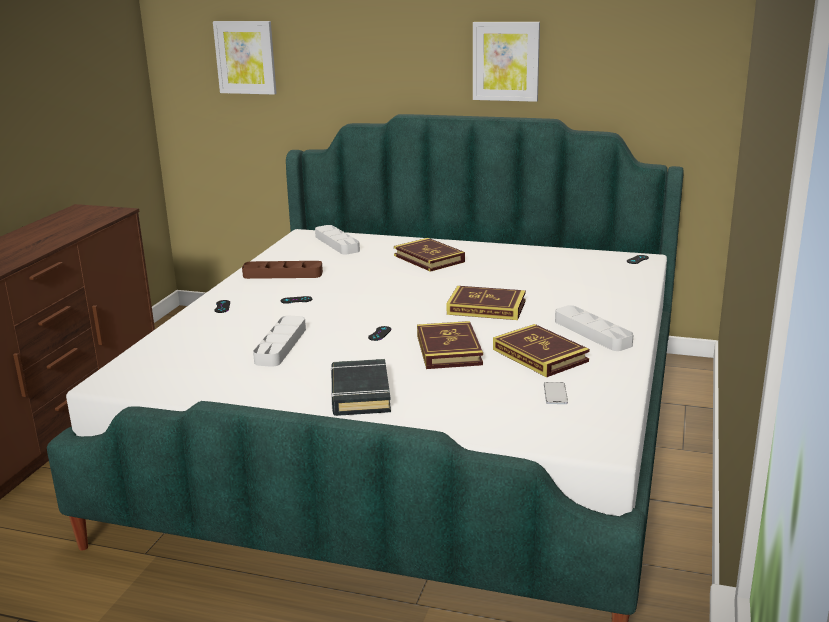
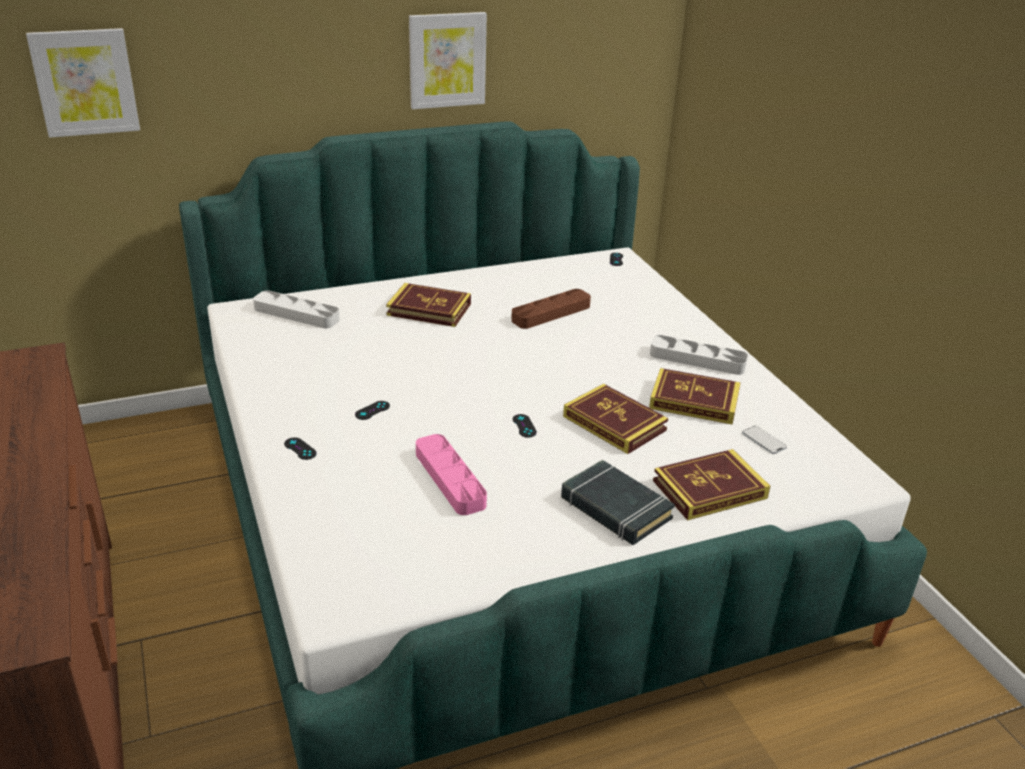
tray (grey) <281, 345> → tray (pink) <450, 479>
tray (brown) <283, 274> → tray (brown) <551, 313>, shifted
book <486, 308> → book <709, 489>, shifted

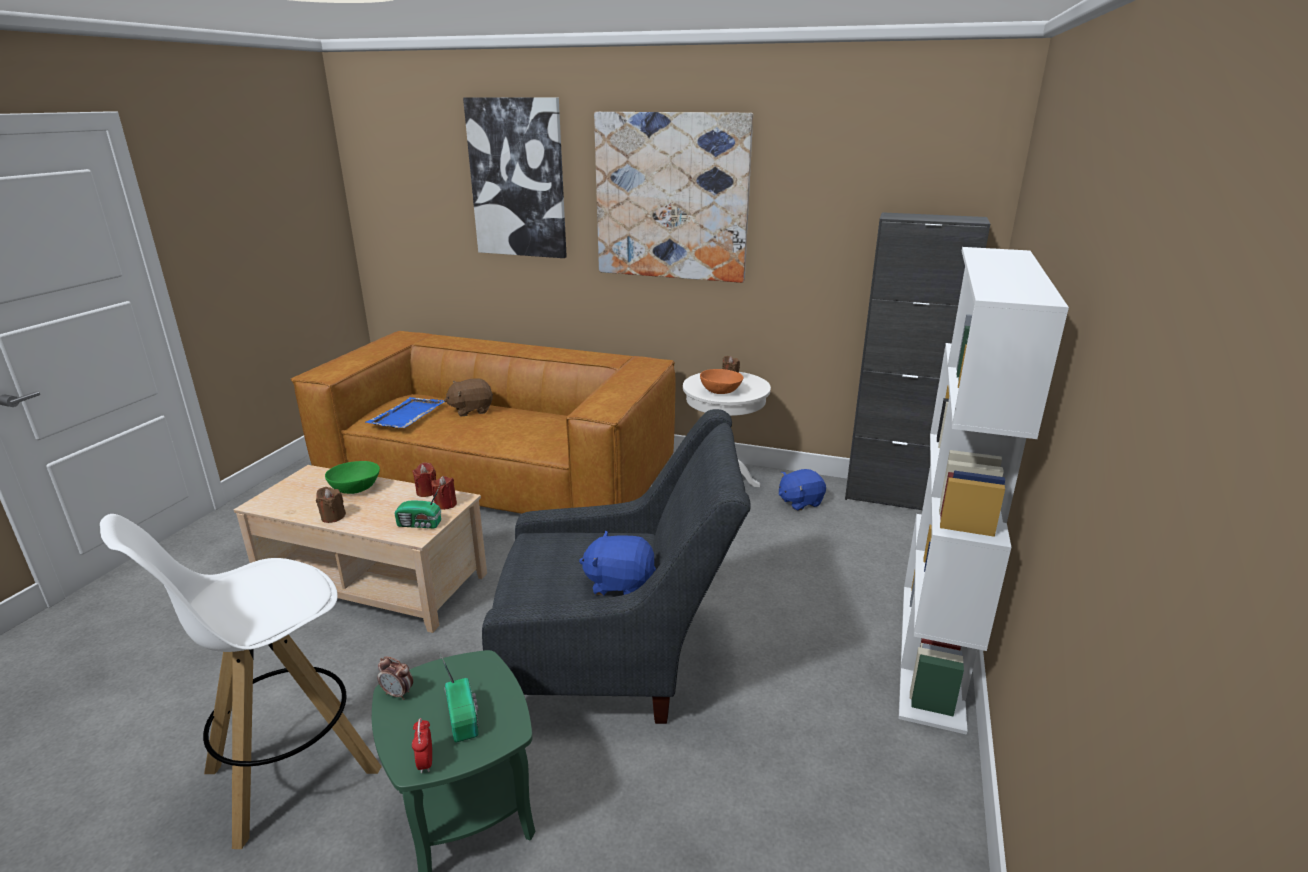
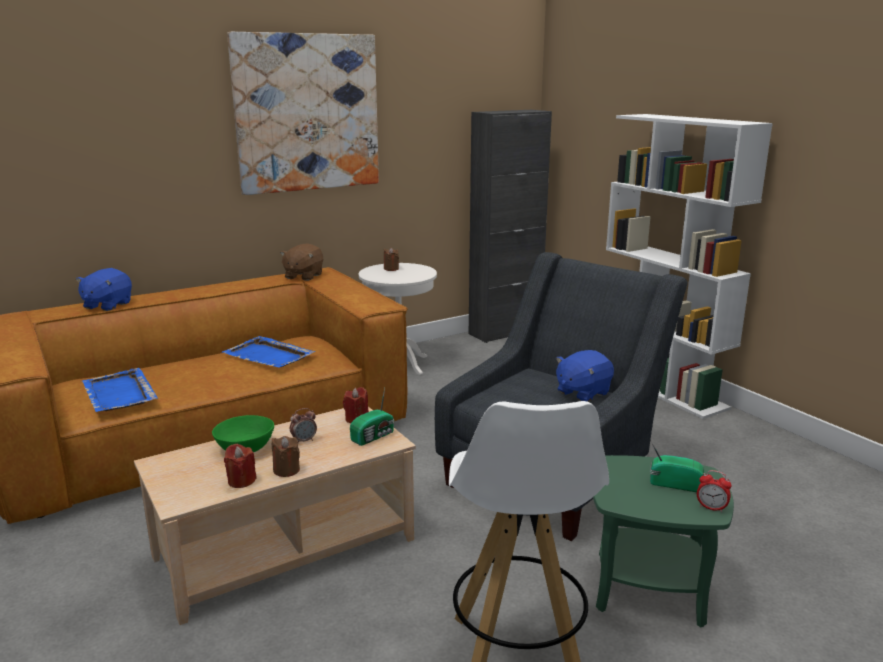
plush toy (blue) <800, 502> → plush toy (blue) <107, 305>, shifted
- → tray (blue) <269, 356>
candle (red) <427, 492> → candle (red) <241, 481>, shifted
plush toy (brown) <471, 410> → plush toy (brown) <303, 276>, shifted
alarm clock <398, 694> → alarm clock <304, 440>, shifted
picture <517, 179> → -
bowl (orange) <720, 391> → -

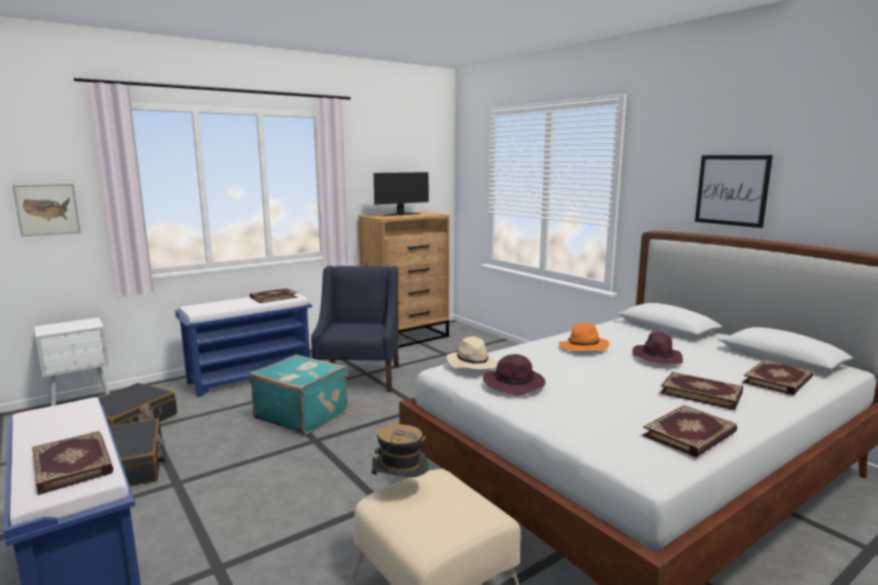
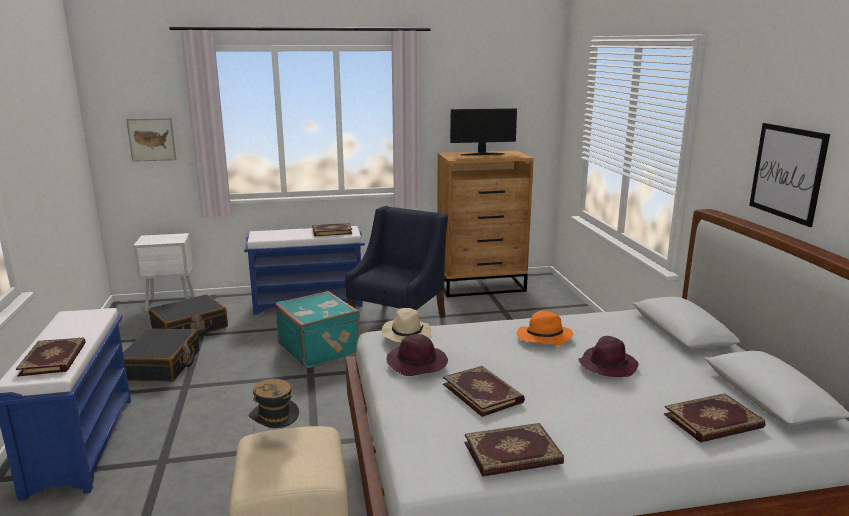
book <701, 392> → book <483, 393>, shifted

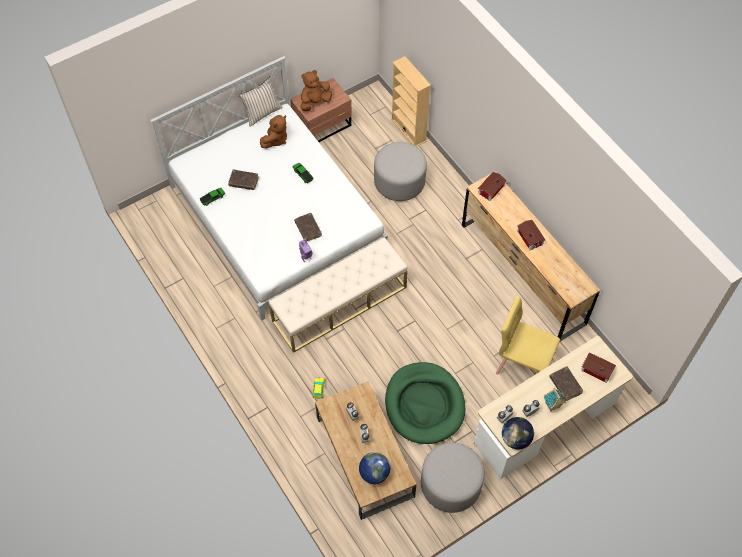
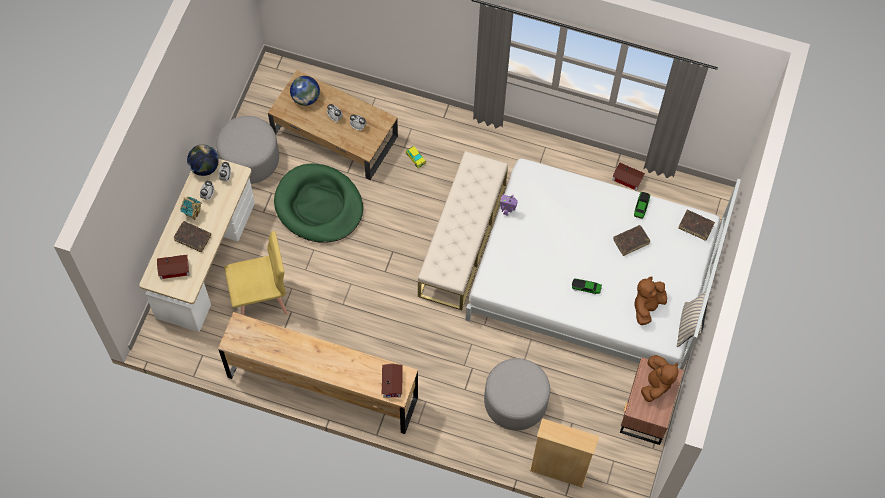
toy house <530, 237> → toy house <628, 180>, shifted
plush toy (brown) <275, 139> → plush toy (brown) <647, 306>, 45 degrees clockwise
book (brown) <308, 229> → book (brown) <696, 226>, shifted

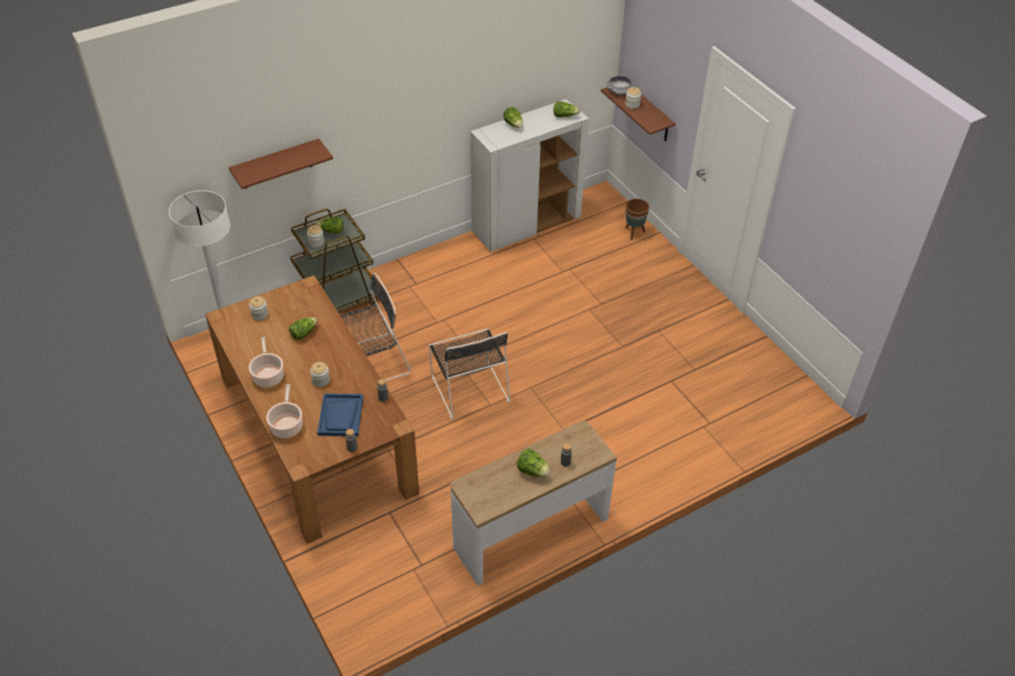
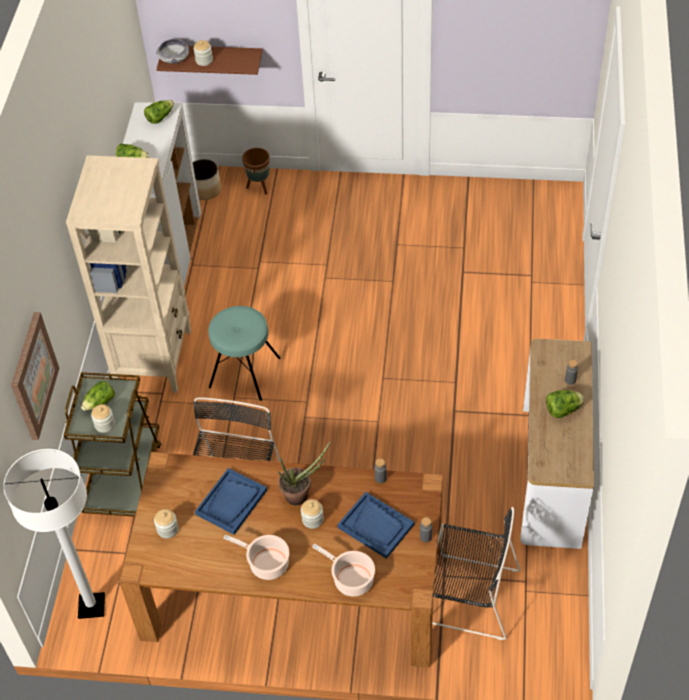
shelf (brown) <276, 164> → picture <32, 376>
- → bookcase (beige) <154, 359>
- → planter <206, 190>
lettuce <303, 333> → tray (blue) <231, 502>
- → stool (turquoise) <245, 372>
- → potted plant <301, 495>
chair (black) <469, 387> → chair (black) <468, 595>, shifted

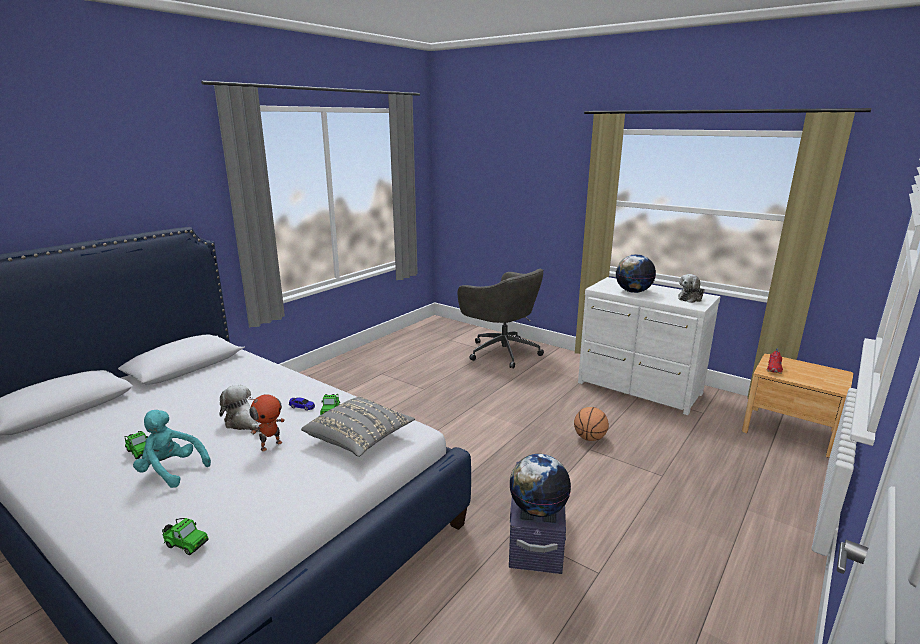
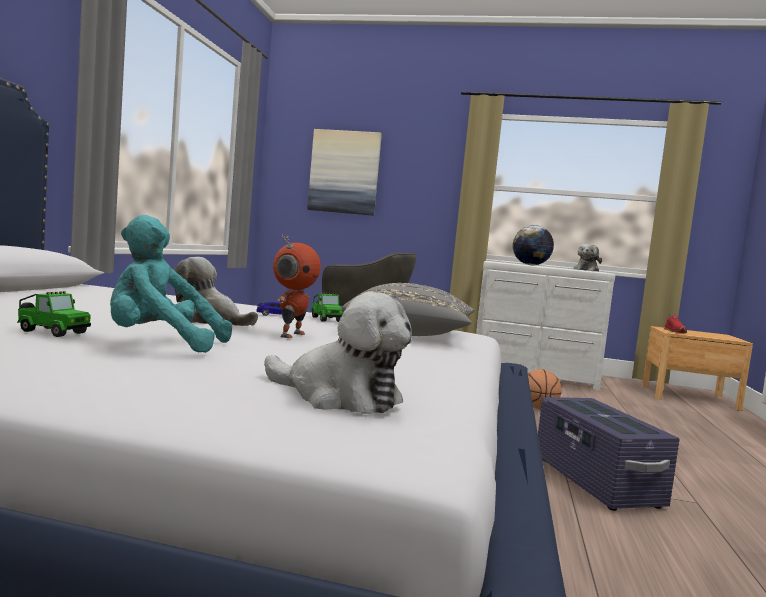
toy car <185, 544> → plush toy <339, 396>
- → picture <344, 172>
globe <538, 509> → -

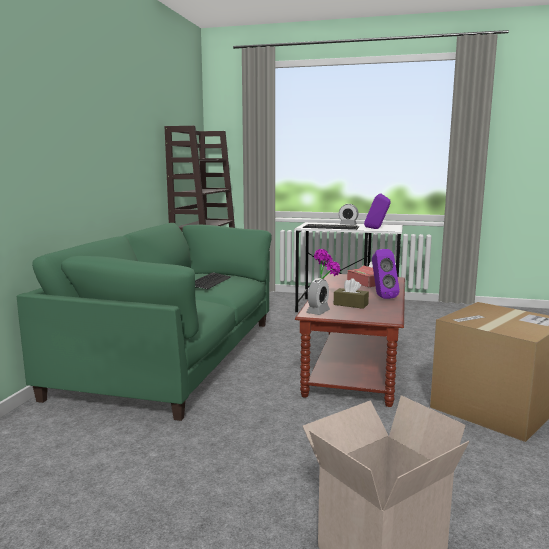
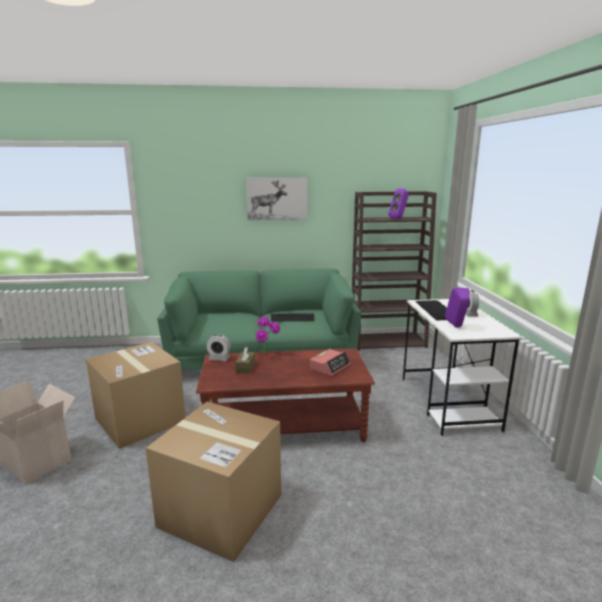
- → cardboard box <140, 420>
- → picture <277, 198>
speaker (purple) <381, 297> → speaker (purple) <398, 218>, shifted

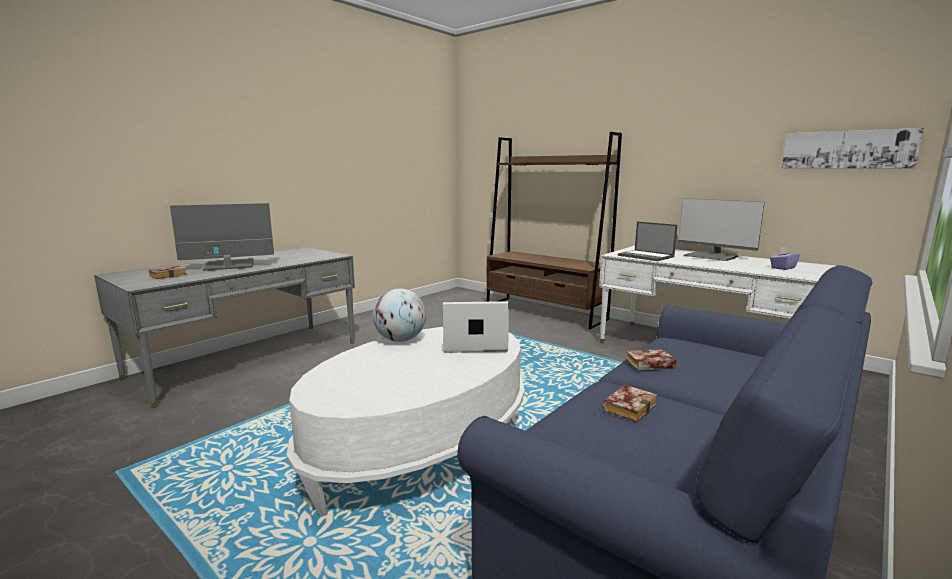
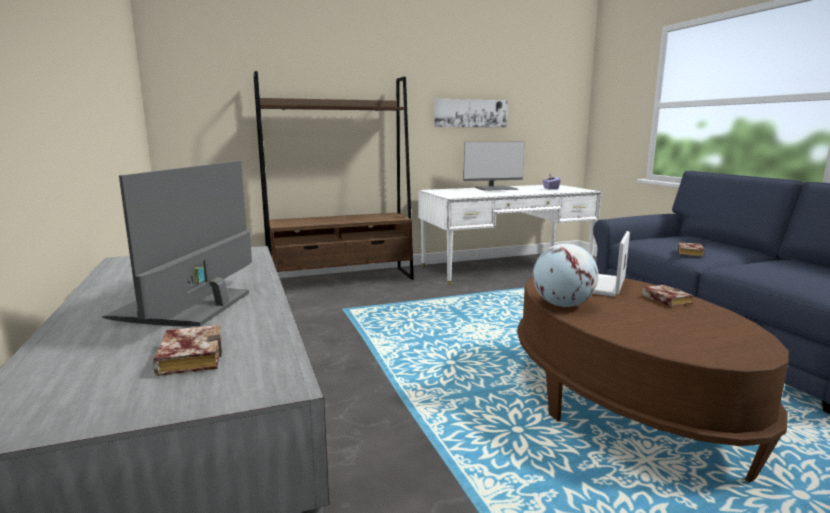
picture <847, 149> → picture <470, 113>, shifted
coffee table (white) <421, 448> → coffee table (brown) <622, 403>
book <629, 407> → book <664, 299>, shifted
laptop <646, 256> → -

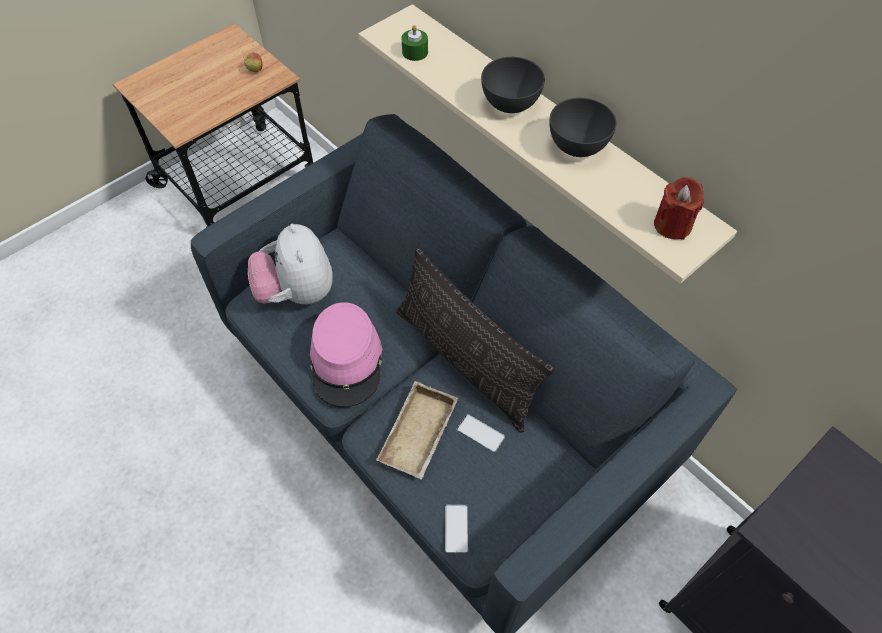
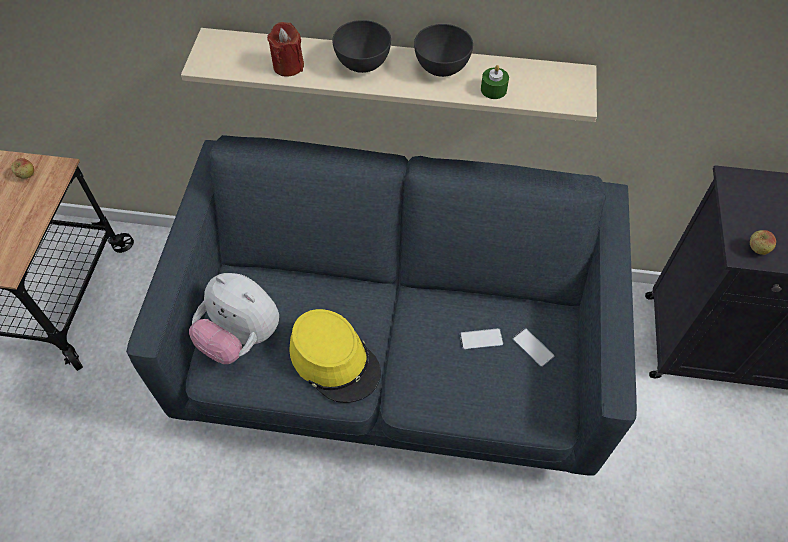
candle (red) <672, 225> → candle (red) <288, 66>, shifted
hat (pink) <347, 360> → hat (yellow) <335, 360>
candle (green) <415, 52> → candle (green) <493, 89>, shifted
phone <456, 528> → phone <533, 347>, shifted
- → apple <756, 250>
tray (beige) <420, 435> → -
pillow <465, 361> → -

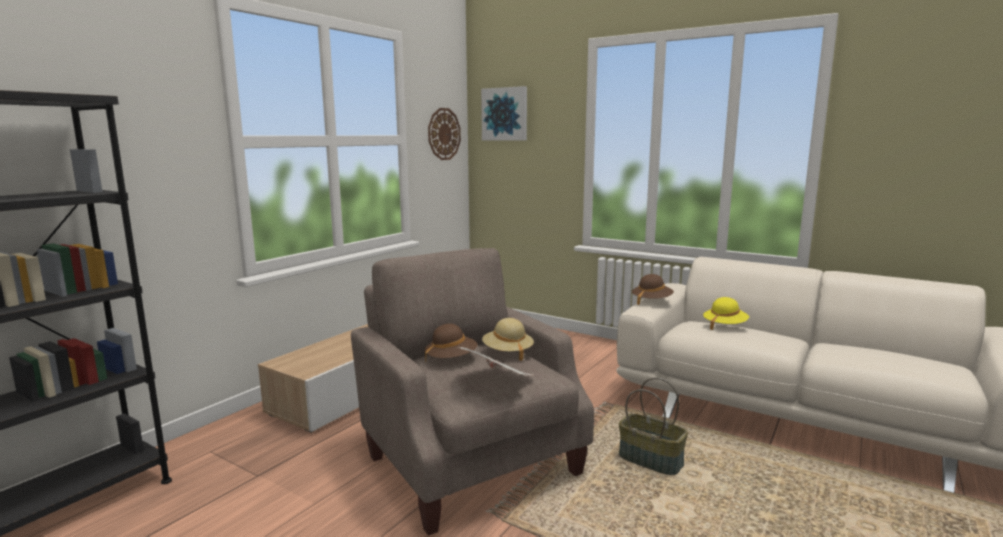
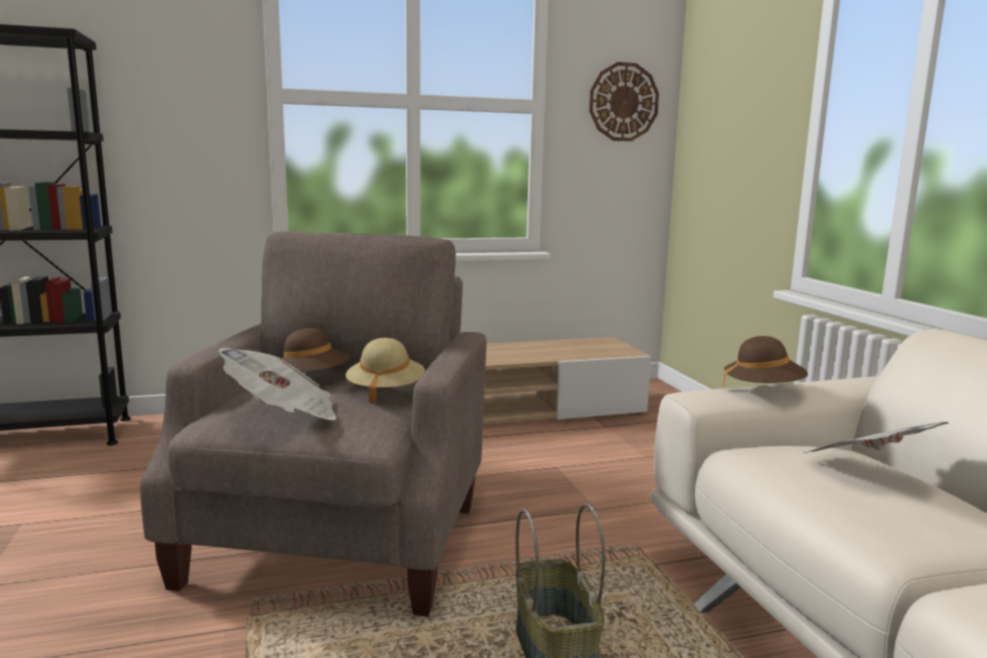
hat (yellow) <724, 326> → newspaper <867, 469>
picture <505, 114> → -

